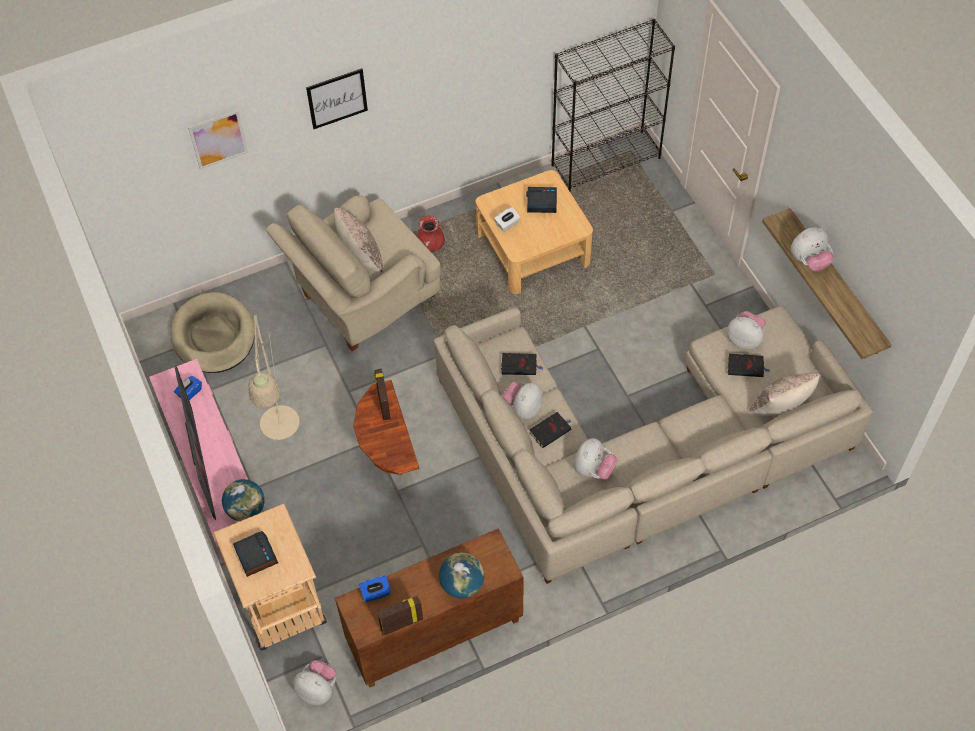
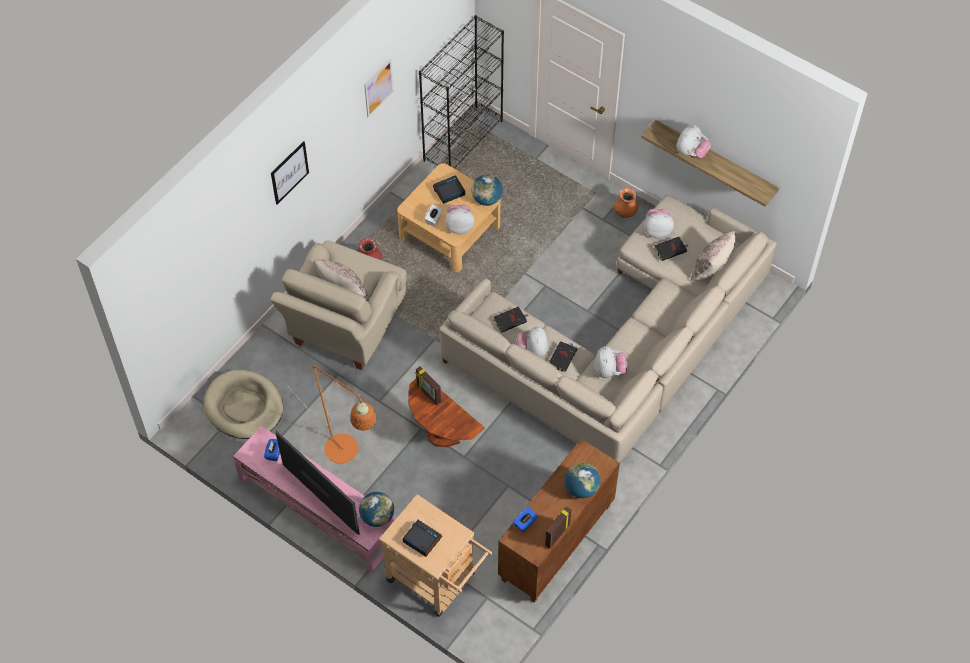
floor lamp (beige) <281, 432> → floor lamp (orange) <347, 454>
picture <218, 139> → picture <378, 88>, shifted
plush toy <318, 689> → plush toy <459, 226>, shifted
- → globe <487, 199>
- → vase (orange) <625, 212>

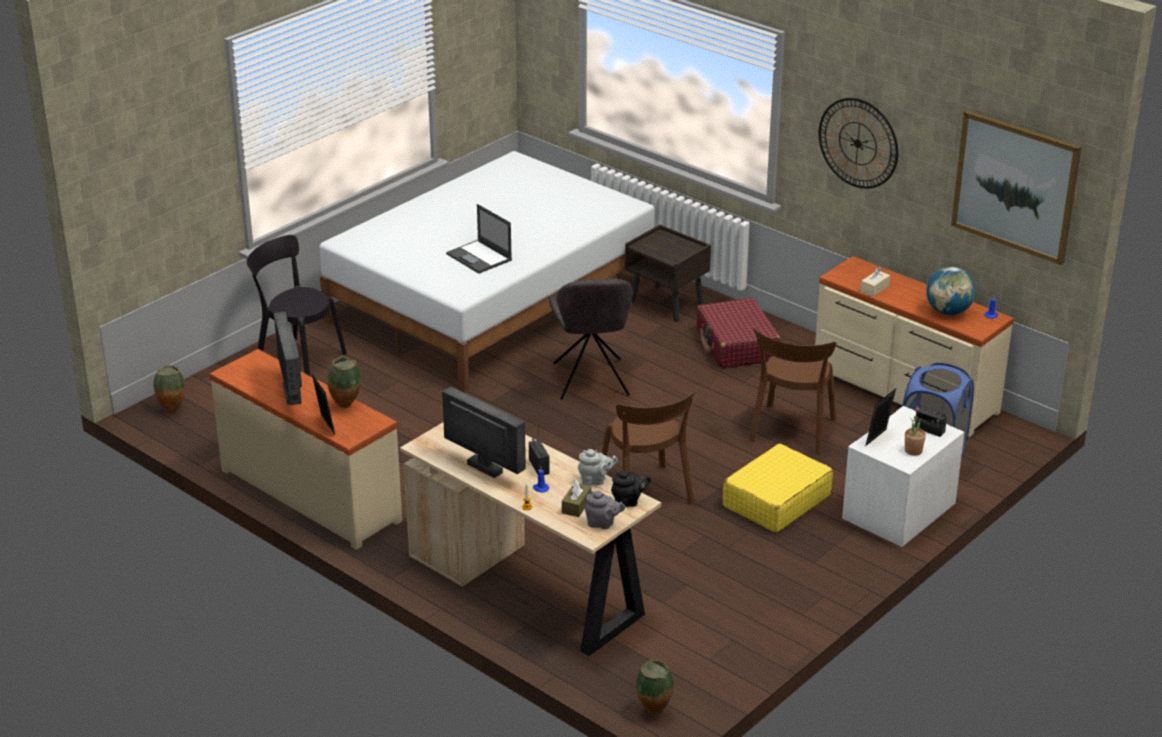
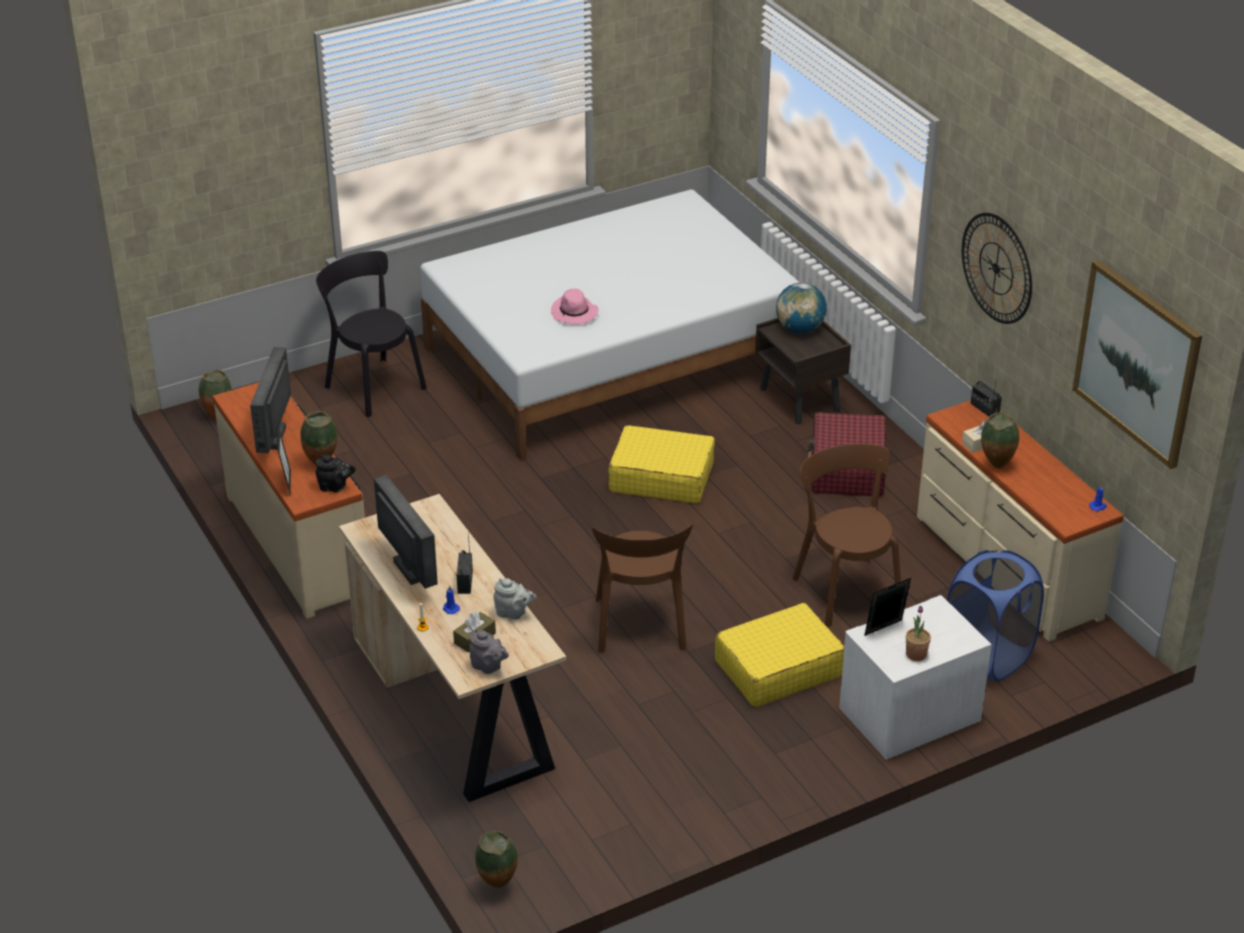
teapot (black) <629, 502> → teapot (black) <335, 487>, shifted
laptop <480, 257> → hat (pink) <575, 313>
chair (grey) <591, 381> → suitcase (yellow) <661, 477>
globe <948, 312> → globe <800, 329>, shifted
chair (brown) <791, 432> → chair (brown) <845, 589>, 120 degrees clockwise
radio <929, 430> → radio <984, 409>, shifted
- → vase <996, 466>

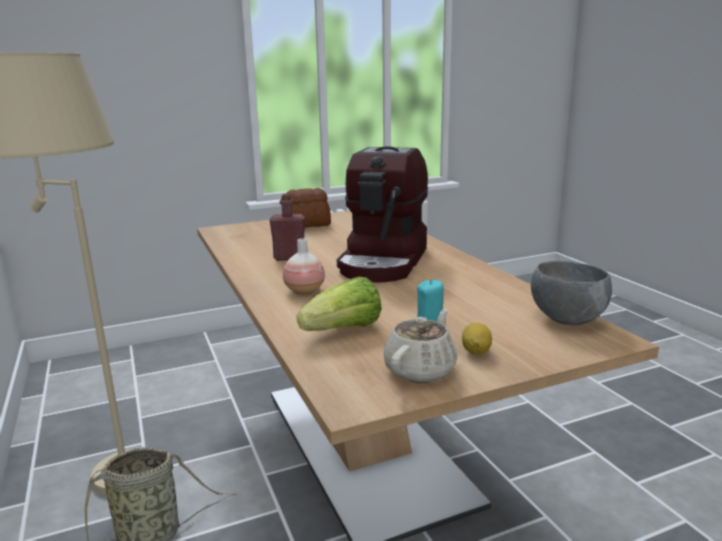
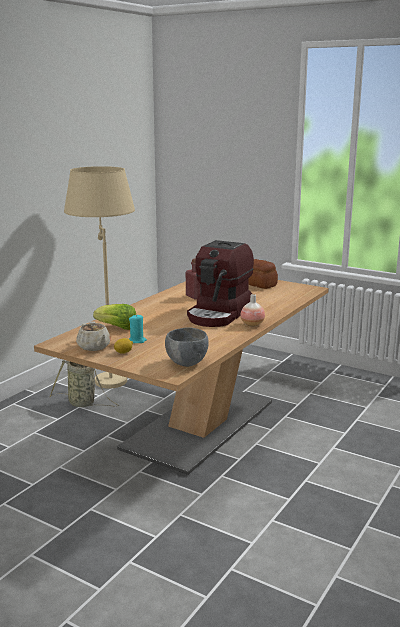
teapot (beige) <421, 370> → teapot (beige) <94, 347>, 60 degrees clockwise
coffee machine <384, 261> → coffee machine <220, 314>, 45 degrees counterclockwise
vase <304, 291> → vase <252, 324>, shifted

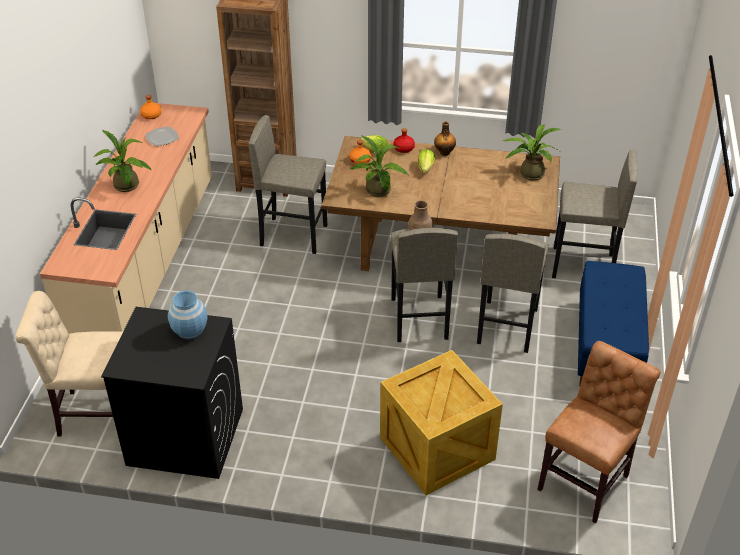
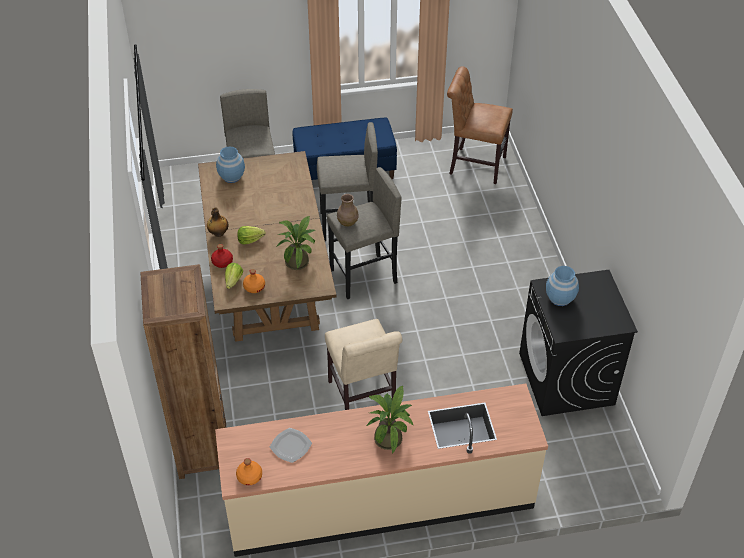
potted plant <528, 173> → vase (blue) <232, 176>
chair (beige) <92, 414> → chair (beige) <363, 399>, shifted
stool (grey) <293, 235> → -
crate <436, 450> → -

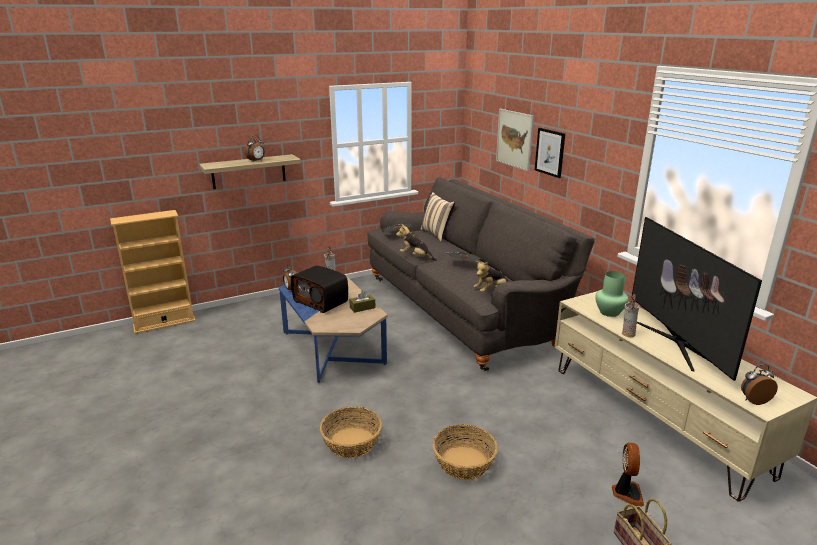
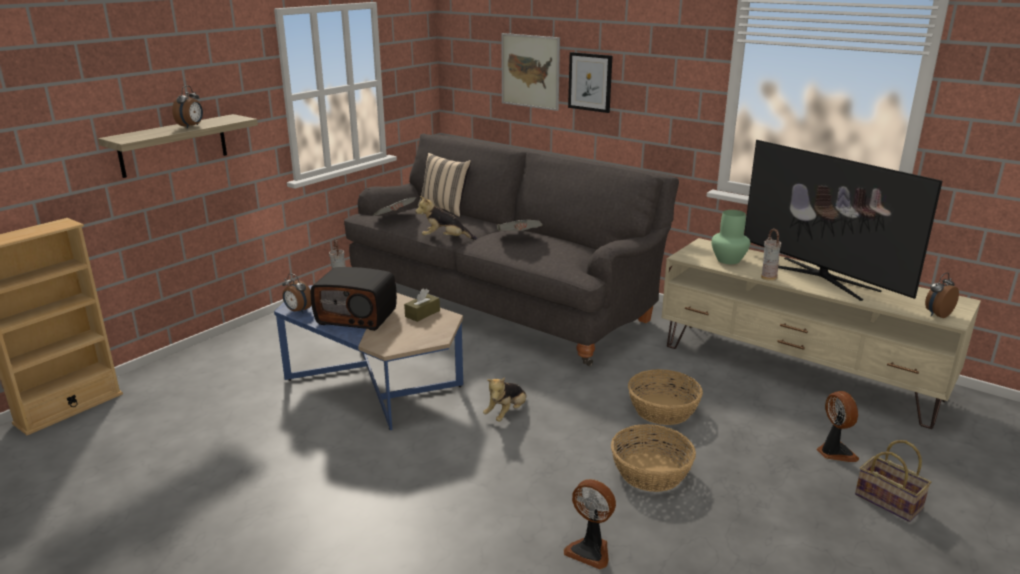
plush toy <491, 291> → plush toy <506, 413>, shifted
- → fan <590, 550>
basket <352, 442> → basket <663, 409>, shifted

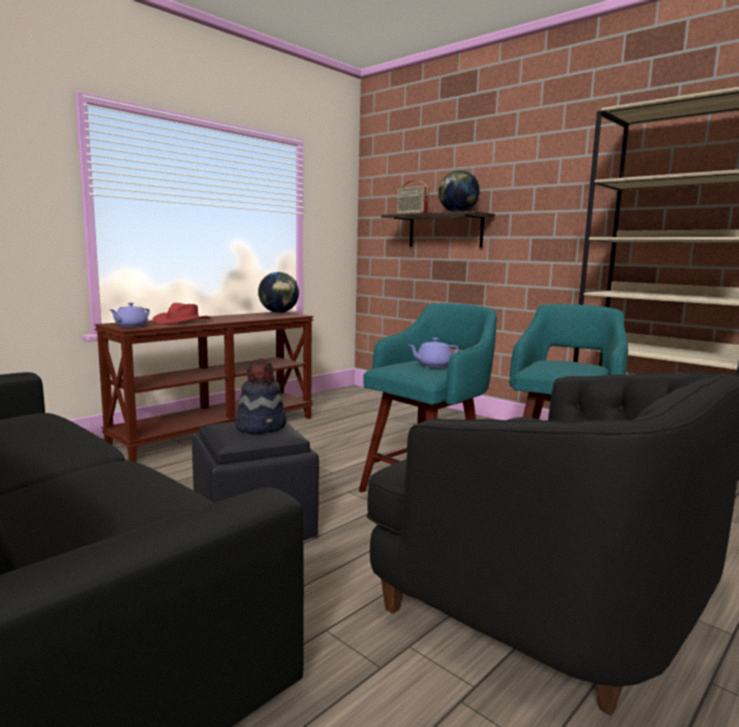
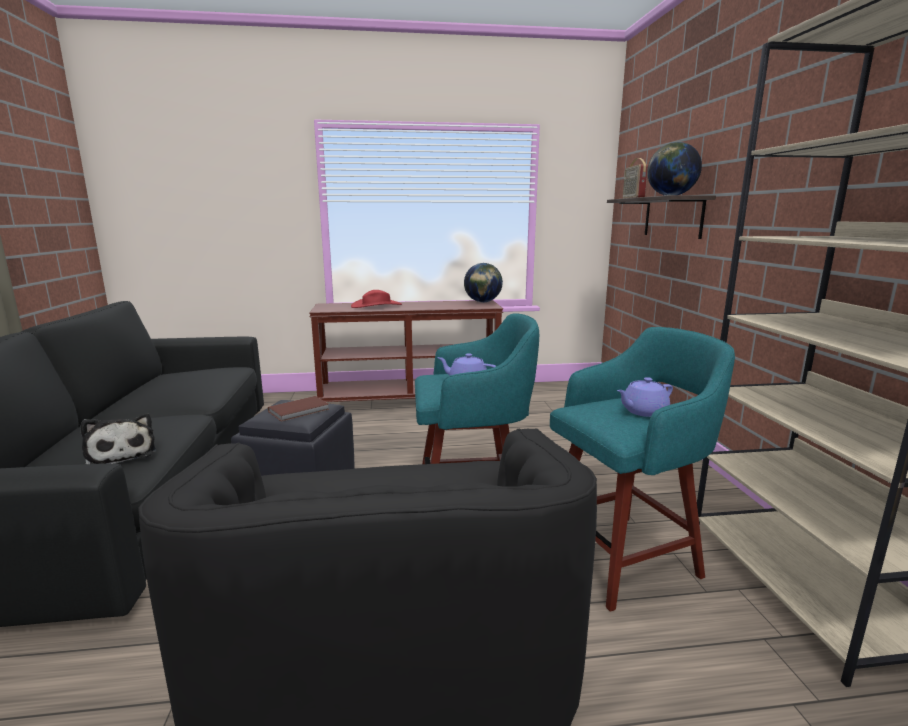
- → plush toy <121, 454>
hat <261, 427> → book (brown) <300, 410>
teapot (purple) <131, 326> → teapot (purple) <643, 411>, shifted

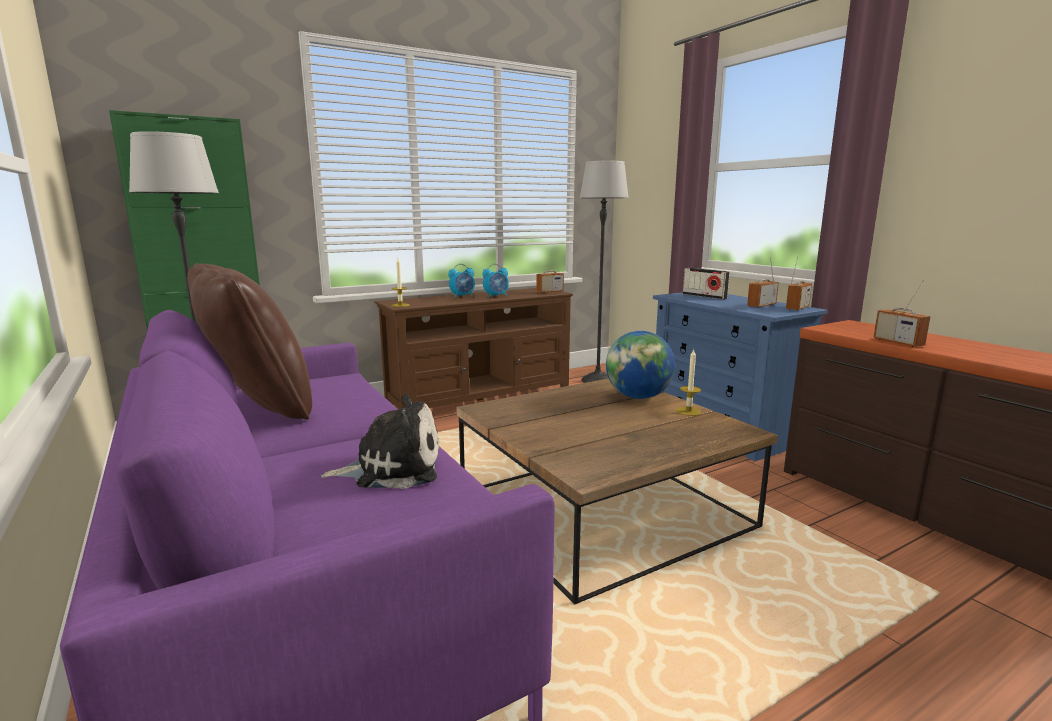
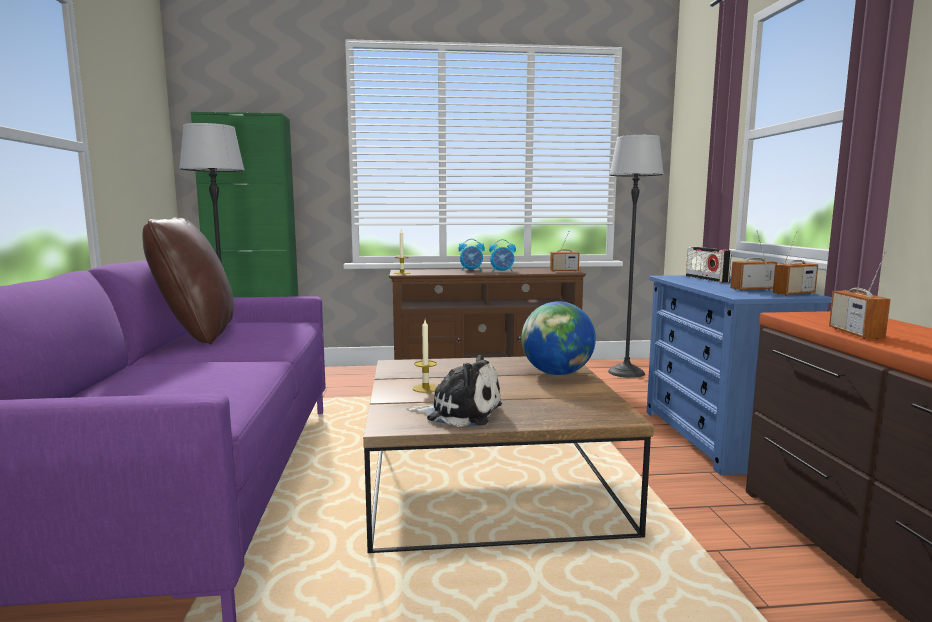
plush toy <392, 468> → plush toy <460, 412>, shifted
candle <688, 411> → candle <425, 388>, shifted

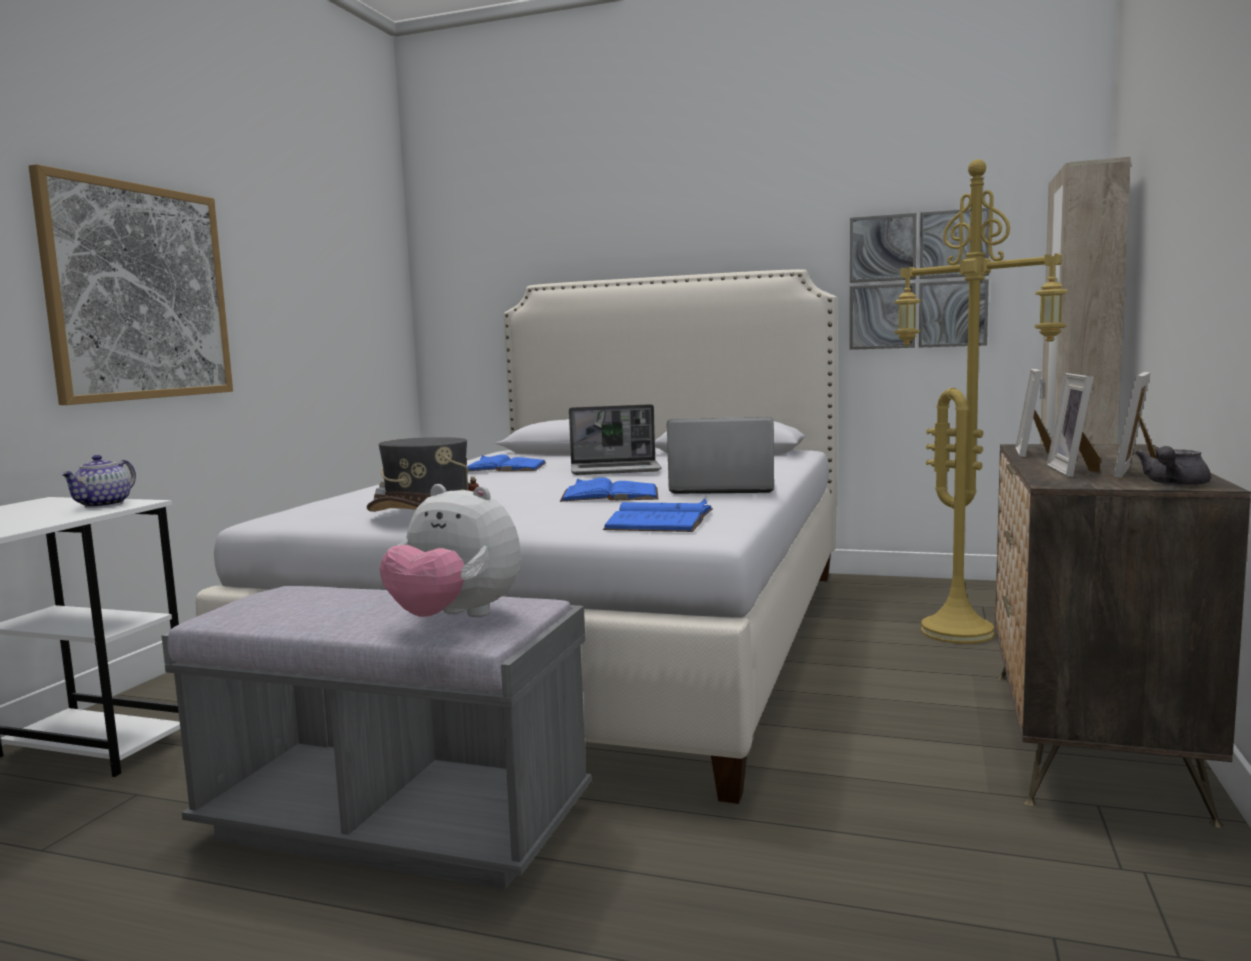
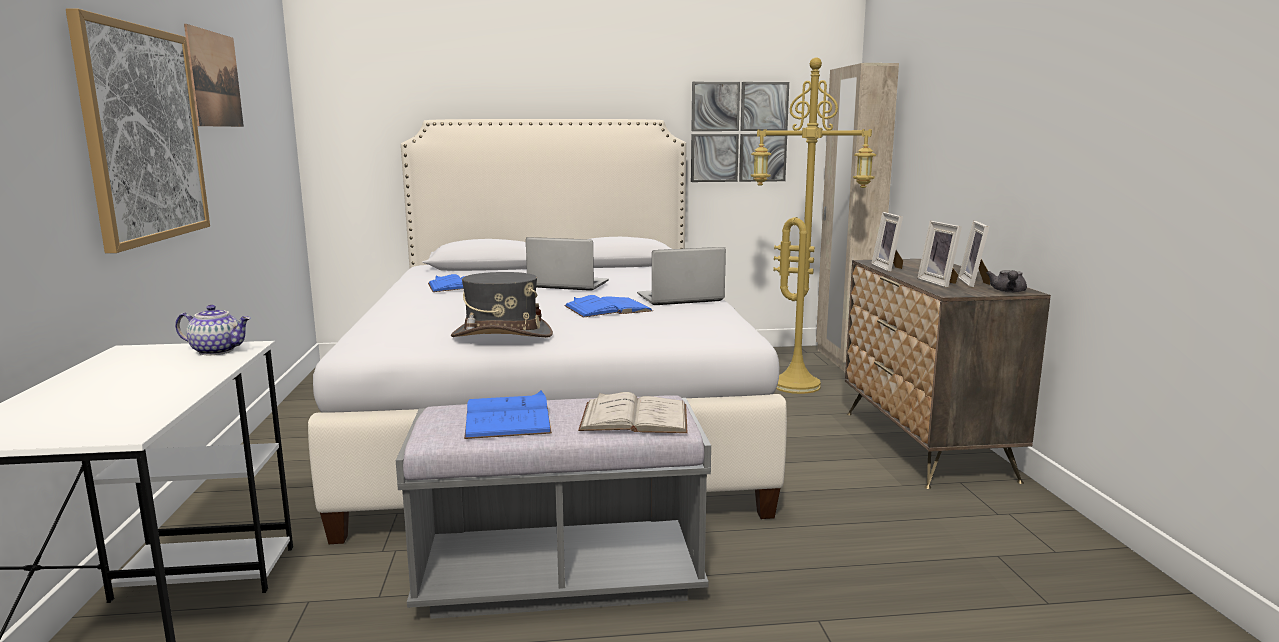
teapot <104, 505> → teapot <218, 351>, 75 degrees counterclockwise
- → picture <215, 79>
book (blue) <660, 519> → book (blue) <507, 417>, shifted
laptop <616, 470> → laptop <567, 285>, 135 degrees counterclockwise
plush toy <455, 618> → book (white) <634, 417>

